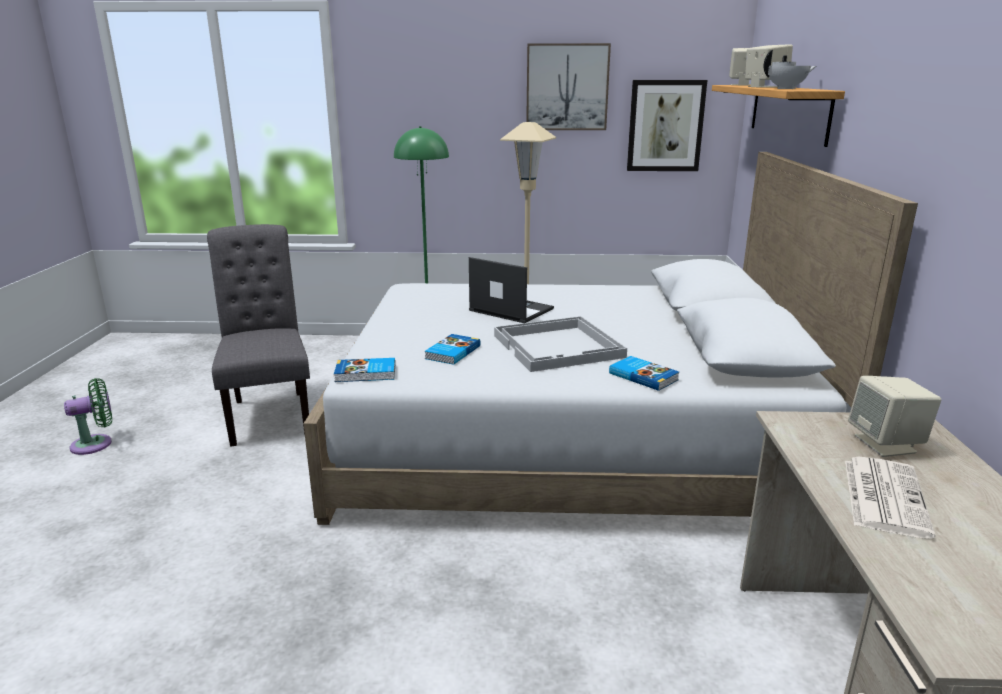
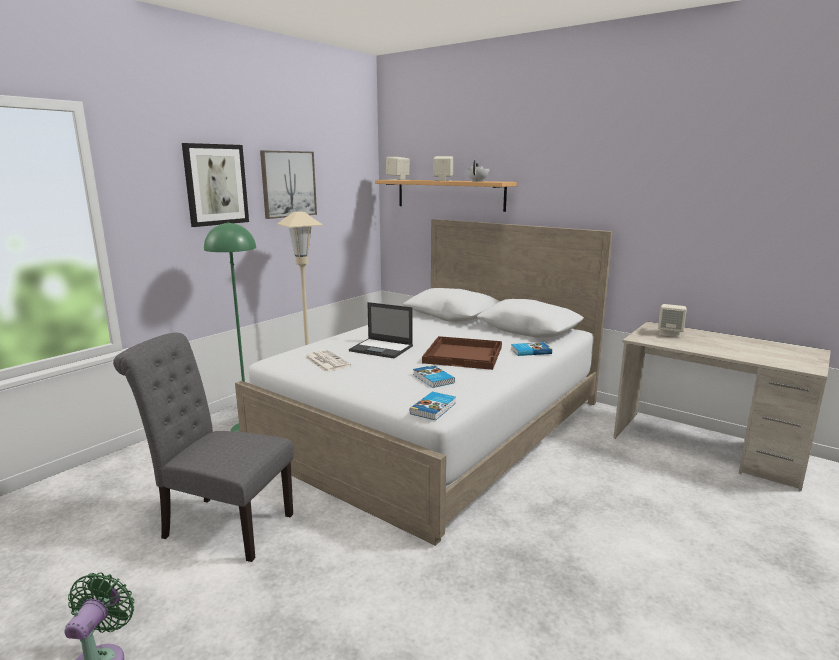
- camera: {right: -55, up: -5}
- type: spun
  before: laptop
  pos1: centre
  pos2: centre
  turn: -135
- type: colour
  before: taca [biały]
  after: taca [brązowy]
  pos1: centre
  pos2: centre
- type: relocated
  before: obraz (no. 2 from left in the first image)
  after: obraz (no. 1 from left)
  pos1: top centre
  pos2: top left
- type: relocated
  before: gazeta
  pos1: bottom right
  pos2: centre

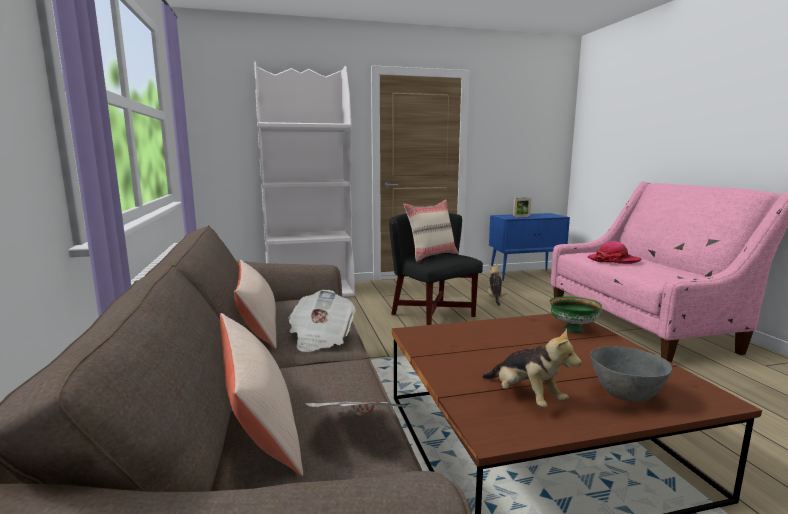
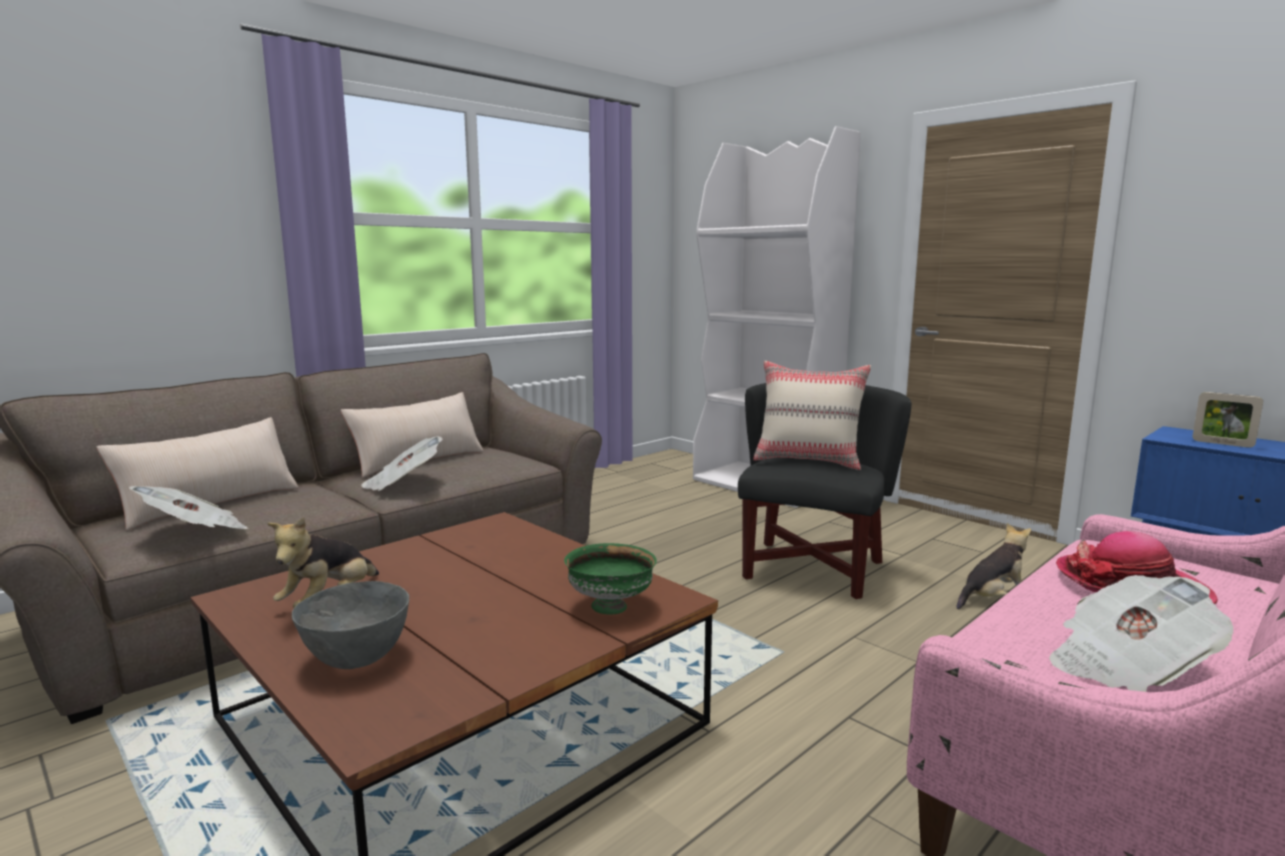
- camera: {right: 60, up: 0}
- type: appeared
  after: gazeta (no. 3 from left)
  pos2: bottom right

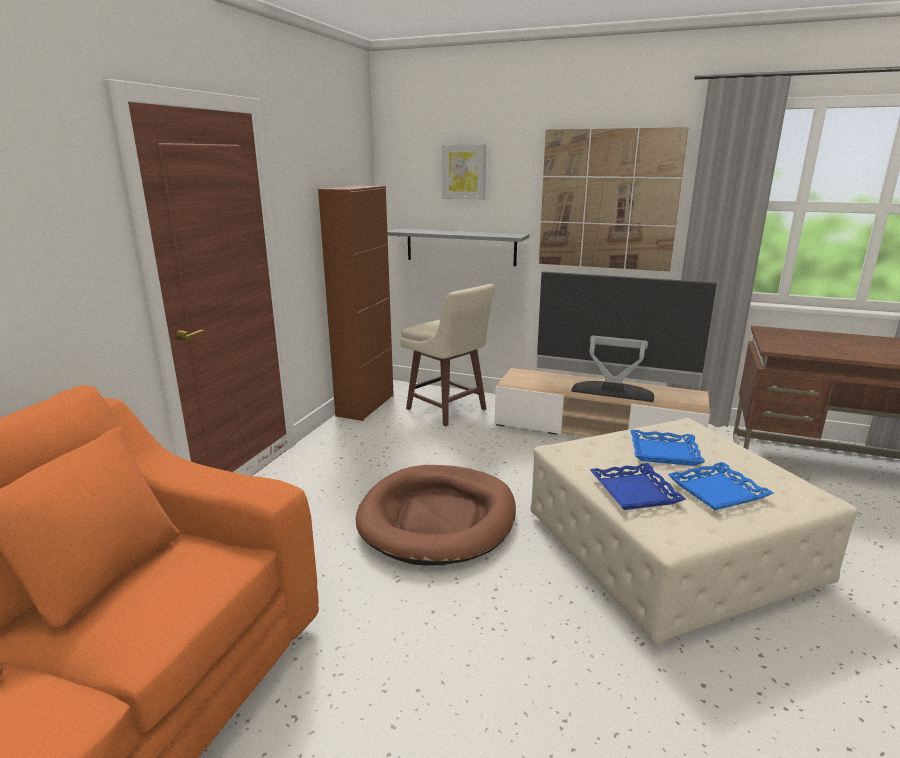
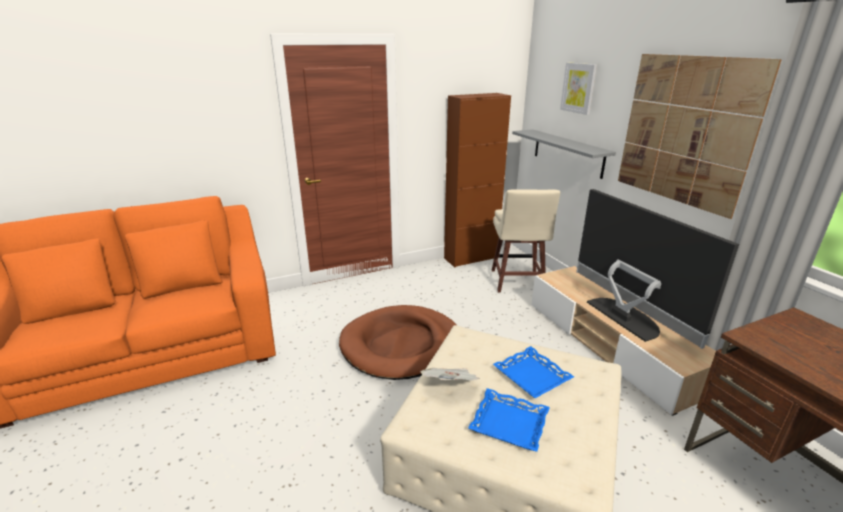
- camera: {right: 45, up: 5}
- type: exchanged
  before: taca [niebieski] (no. 1 from left)
  after: gazeta
  pos1: middle right
  pos2: bottom centre

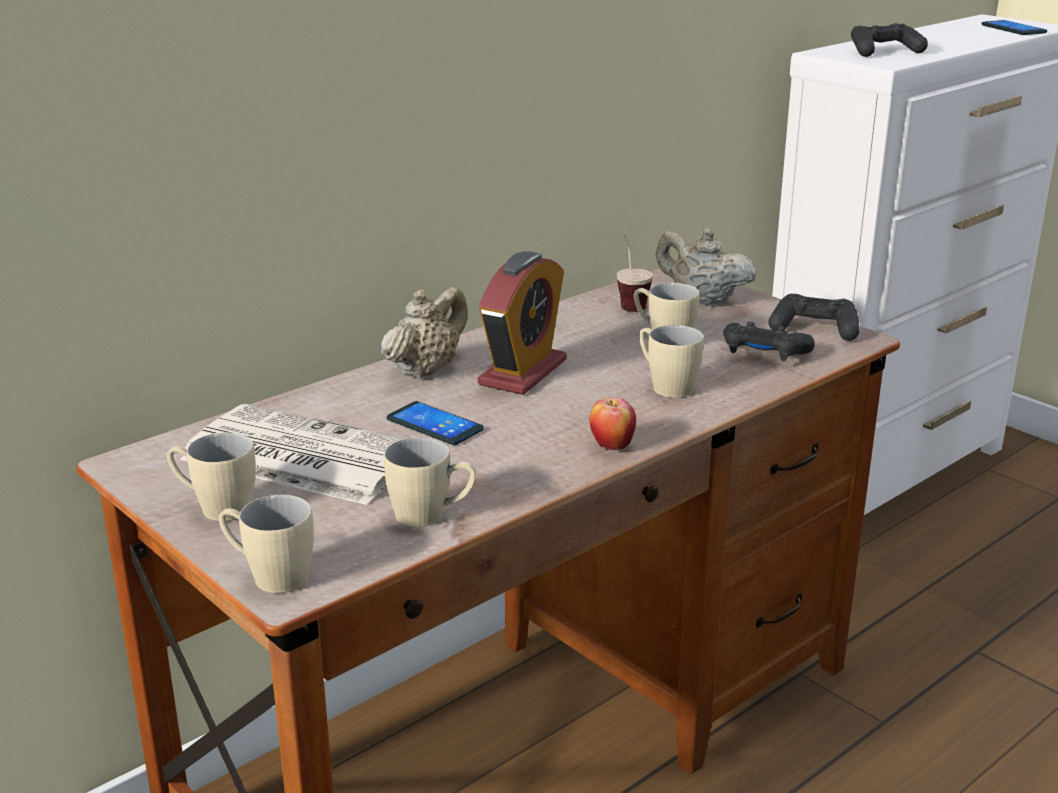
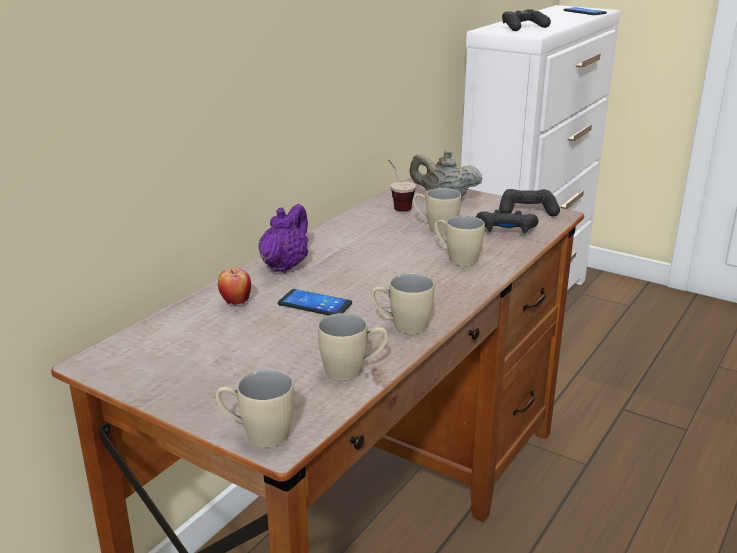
- camera: {right: -15, up: 0}
- type: relocated
  before: kubek [beżowy] (no. 1 from left in the first image)
  after: kubek [beżowy] (no. 3 from left)
  pos1: middle left
  pos2: centre
- type: missing
  before: gazeta
  pos1: middle left
- type: colour
  before: imbryk [beżowy] (no. 1 from left)
  after: imbryk [fioletowy]
  pos1: centre
  pos2: centre
- type: missing
  before: budzik
  pos1: centre
- type: relocated
  before: jabłko
  pos1: centre
  pos2: middle left

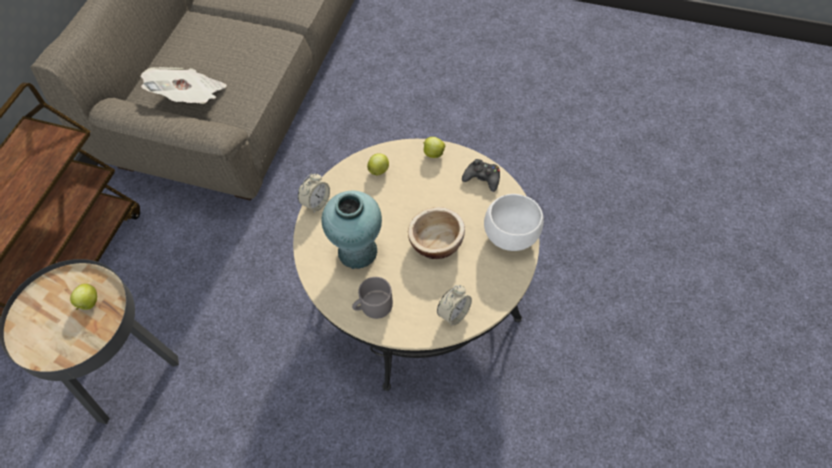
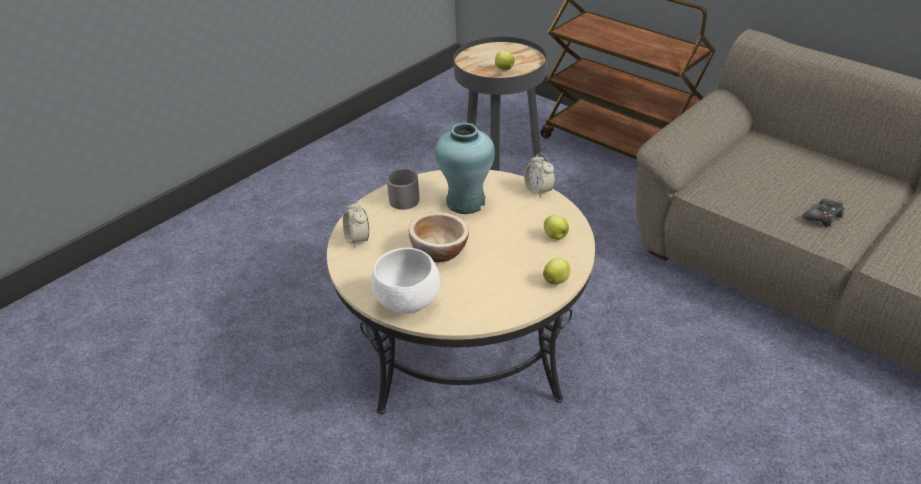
- camera: {right: 115, up: -20}
- type: missing
  before: gazeta
  pos1: top left
- type: relocated
  before: pad do gier [czarny]
  pos1: centre
  pos2: middle right

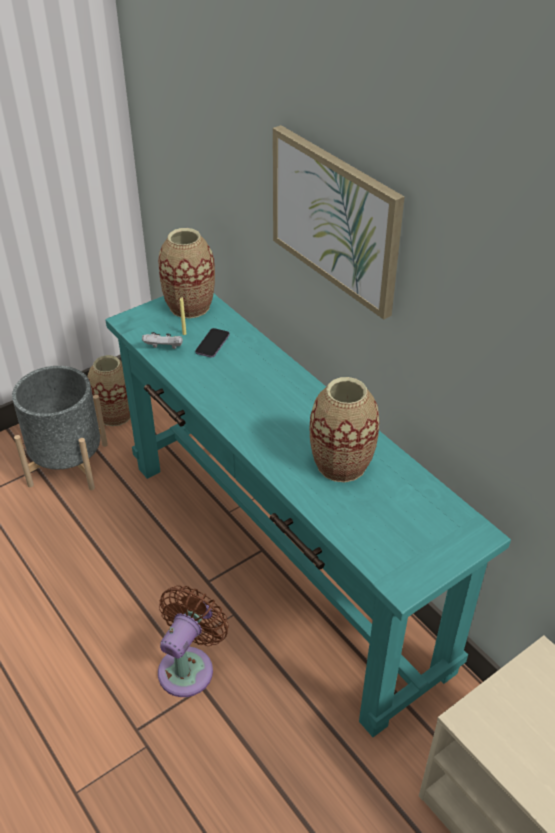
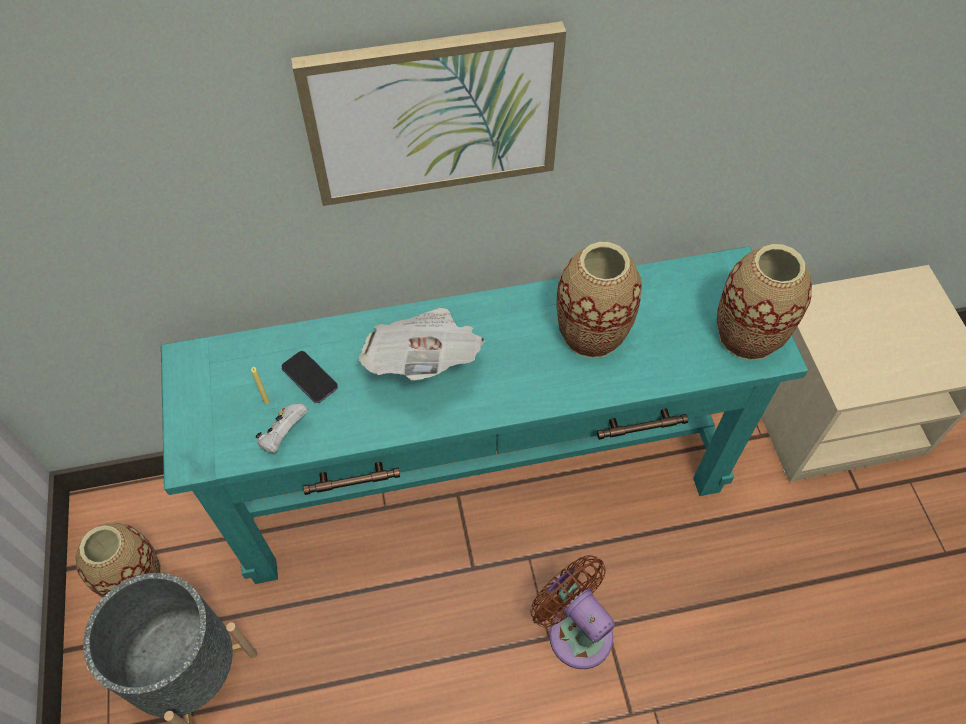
- camera: {right: -65, up: 15}
- type: relocated
  before: wazon (no. 2 from left in the first image)
  after: wazon (no. 3 from left)
  pos1: top centre
  pos2: middle right
- type: appeared
  after: gazeta
  pos2: centre

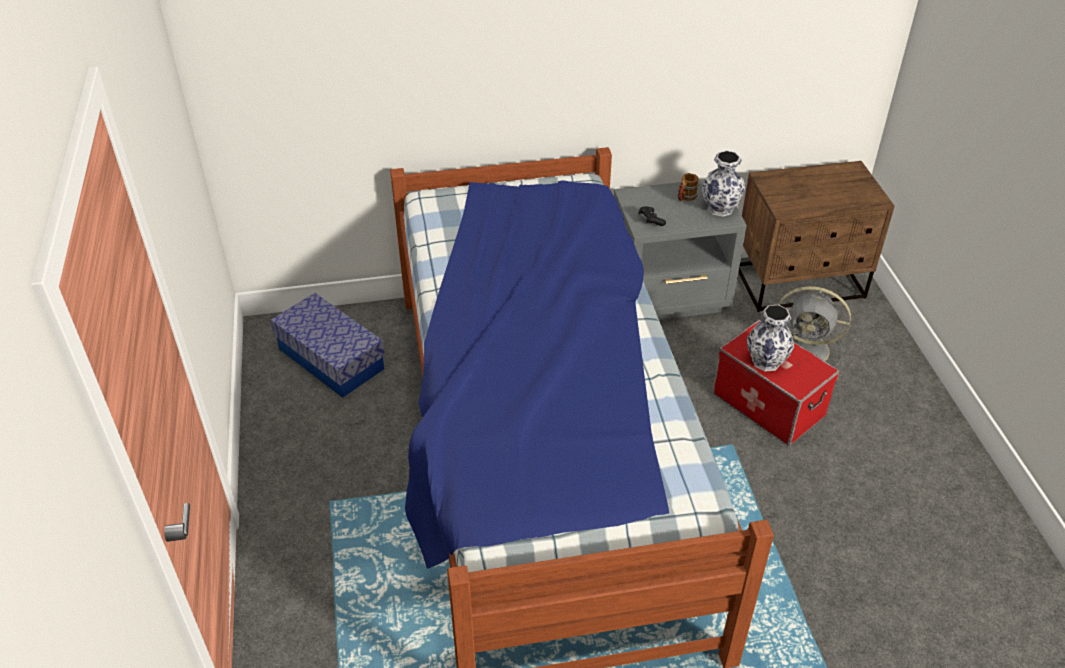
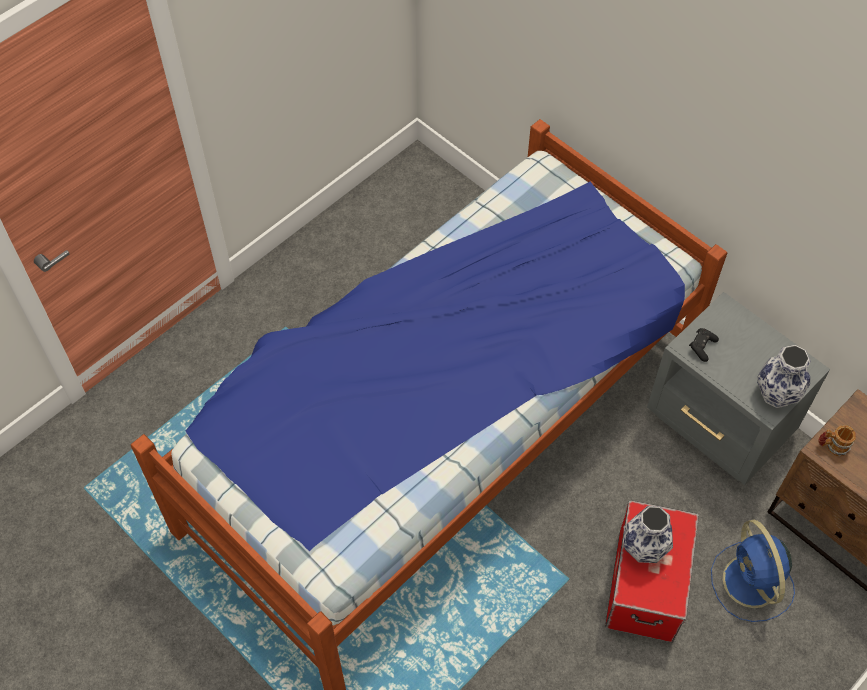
- camera: {right: 55, up: 15}
- type: missing
  before: pojemnik do przechowywania (no. 1 from left)
  pos1: middle left
- type: relocated
  before: kubek
  pos1: top centre
  pos2: middle right
- type: colour
  before: wentylator [szary]
  after: wentylator [niebieski]
  pos1: middle right
  pos2: bottom right

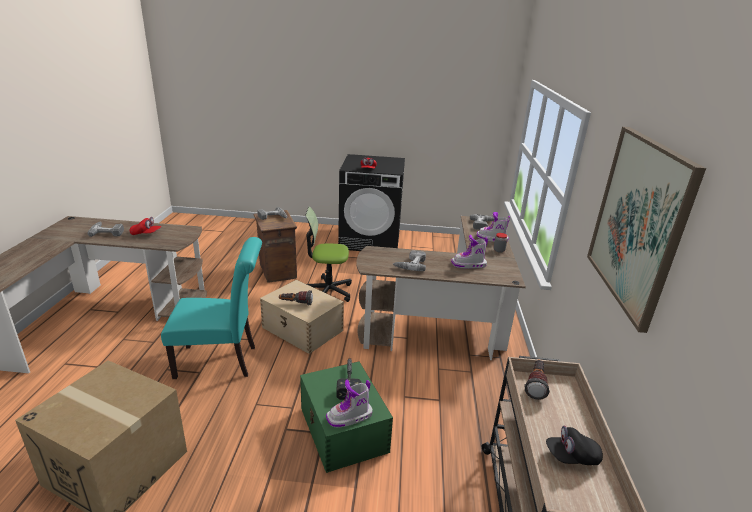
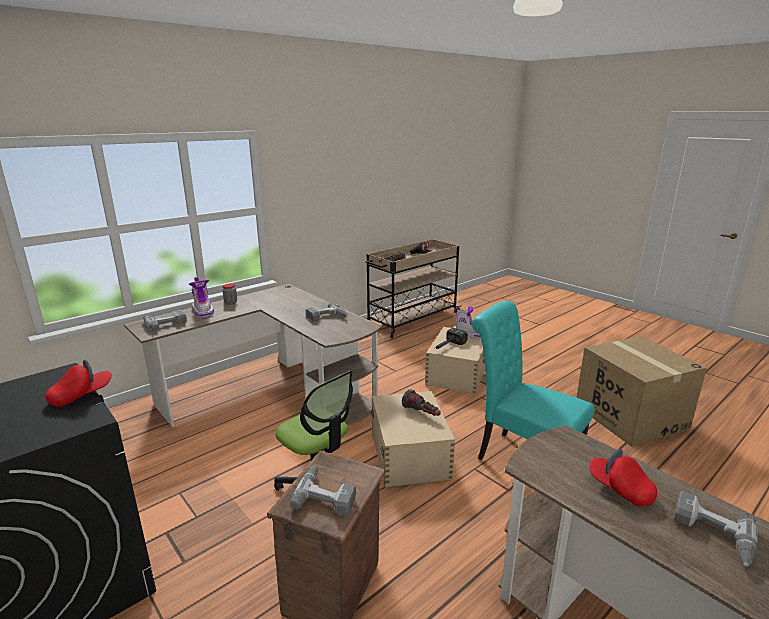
- camera: {right: -135, up: -5}
- type: colour
  before: pojemnik do przechowywania [zielony]
  after: pojemnik do przechowywania [beżowy] (no. 2 from left)
  pos1: bottom centre
  pos2: centre
- type: missing
  before: but z cholewką (no. 2 from left)
  pos1: centre
- type: missing
  before: obraz
  pos1: middle right

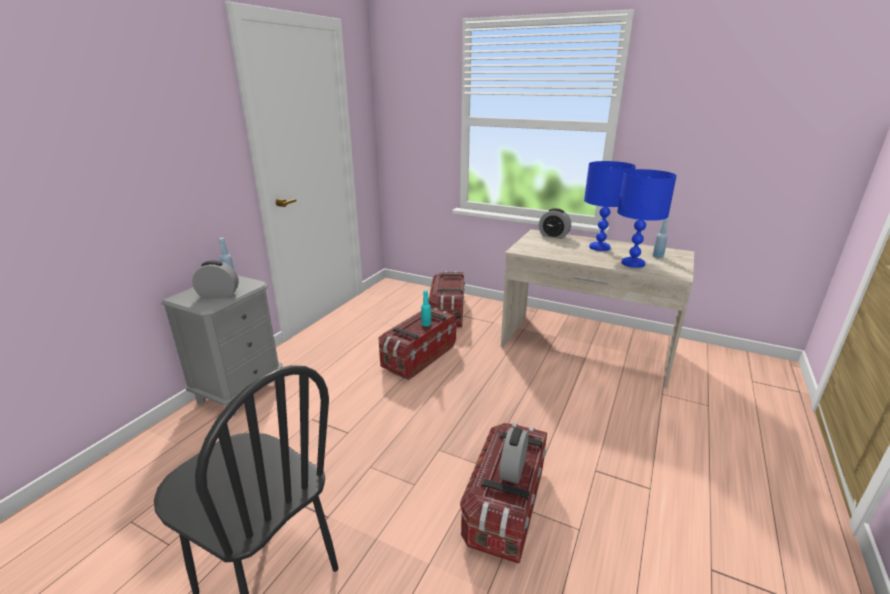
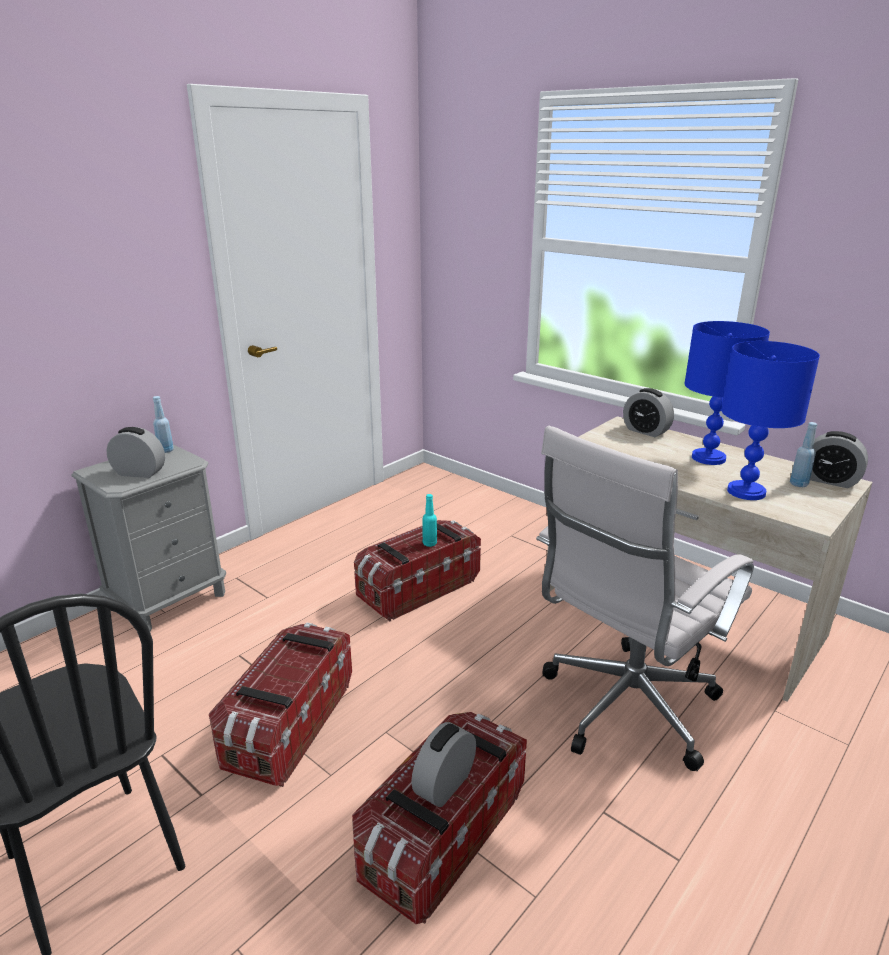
- camera: {right: 15, up: 0}
- type: relocated
  before: pojemnik do przechowywania (no. 2 from left in the first image)
  after: pojemnik do przechowywania (no. 1 from left)
  pos1: centre
  pos2: bottom left
- type: appeared
  after: krzesło biurowe [biały]
  pos2: middle right
- type: appeared
  after: budzik (no. 4 from left)
  pos2: middle right

